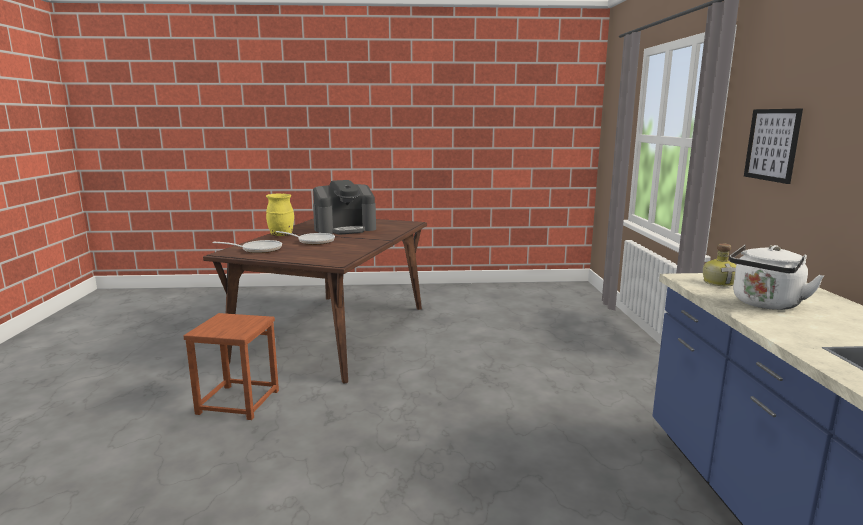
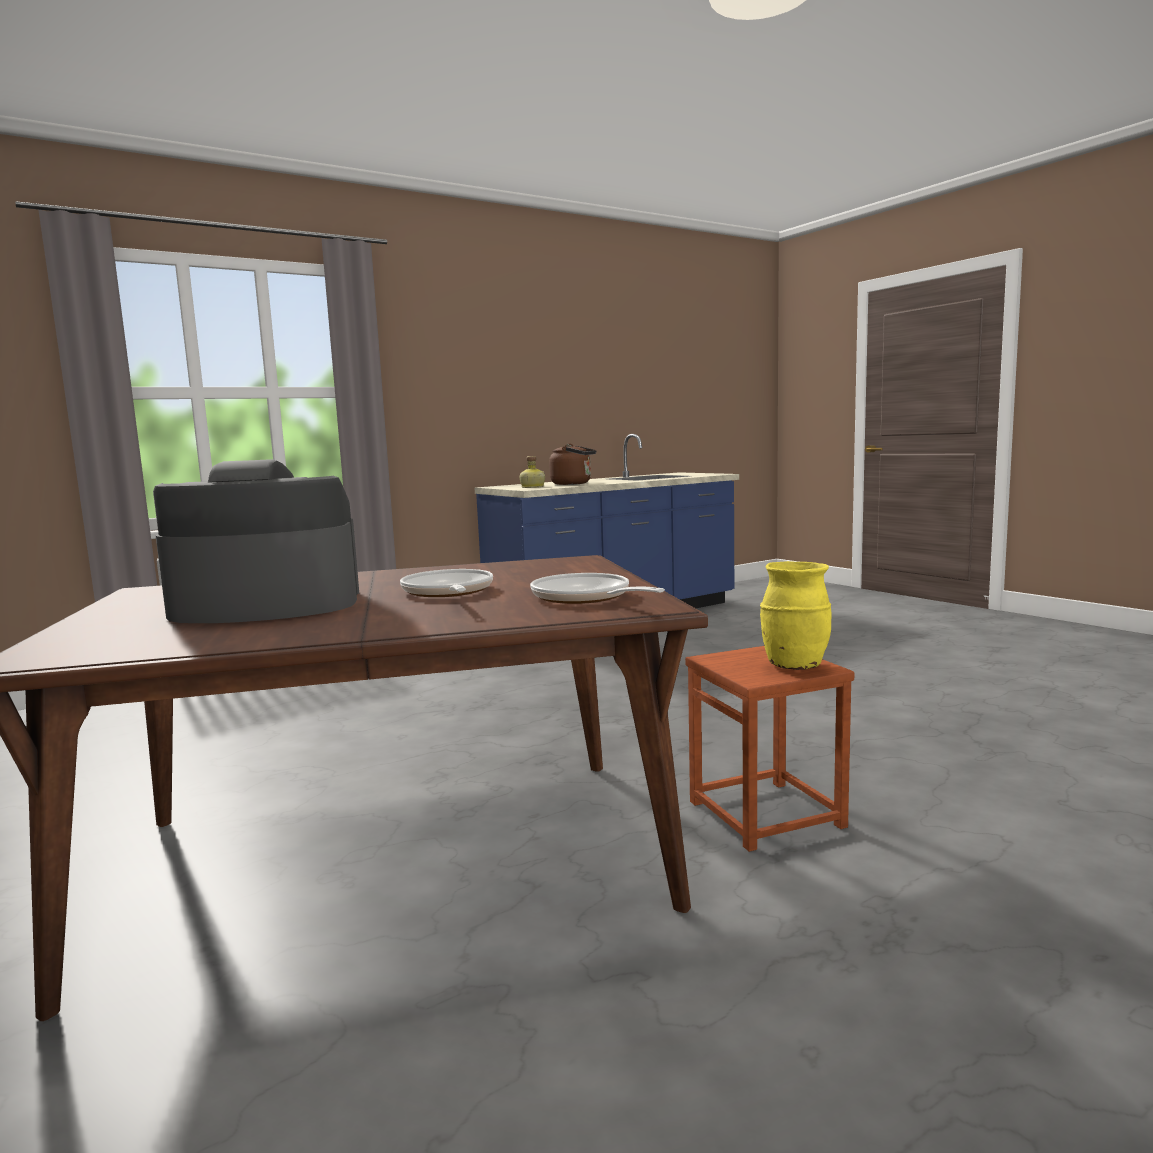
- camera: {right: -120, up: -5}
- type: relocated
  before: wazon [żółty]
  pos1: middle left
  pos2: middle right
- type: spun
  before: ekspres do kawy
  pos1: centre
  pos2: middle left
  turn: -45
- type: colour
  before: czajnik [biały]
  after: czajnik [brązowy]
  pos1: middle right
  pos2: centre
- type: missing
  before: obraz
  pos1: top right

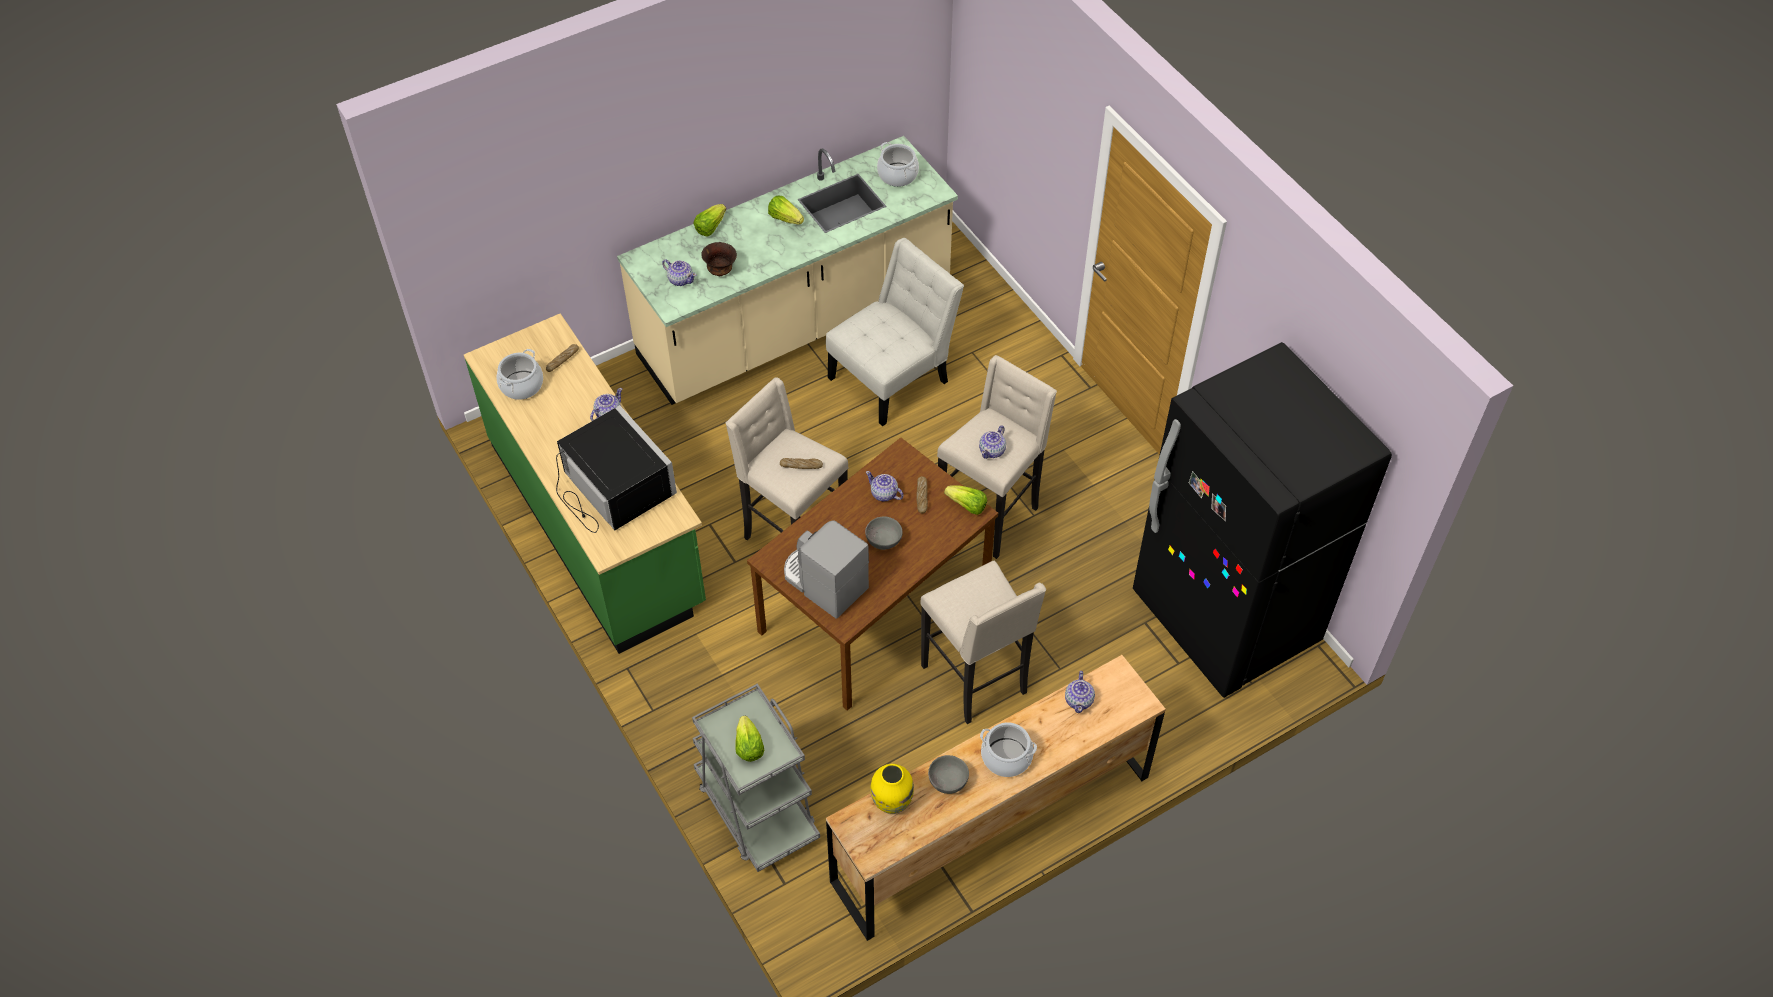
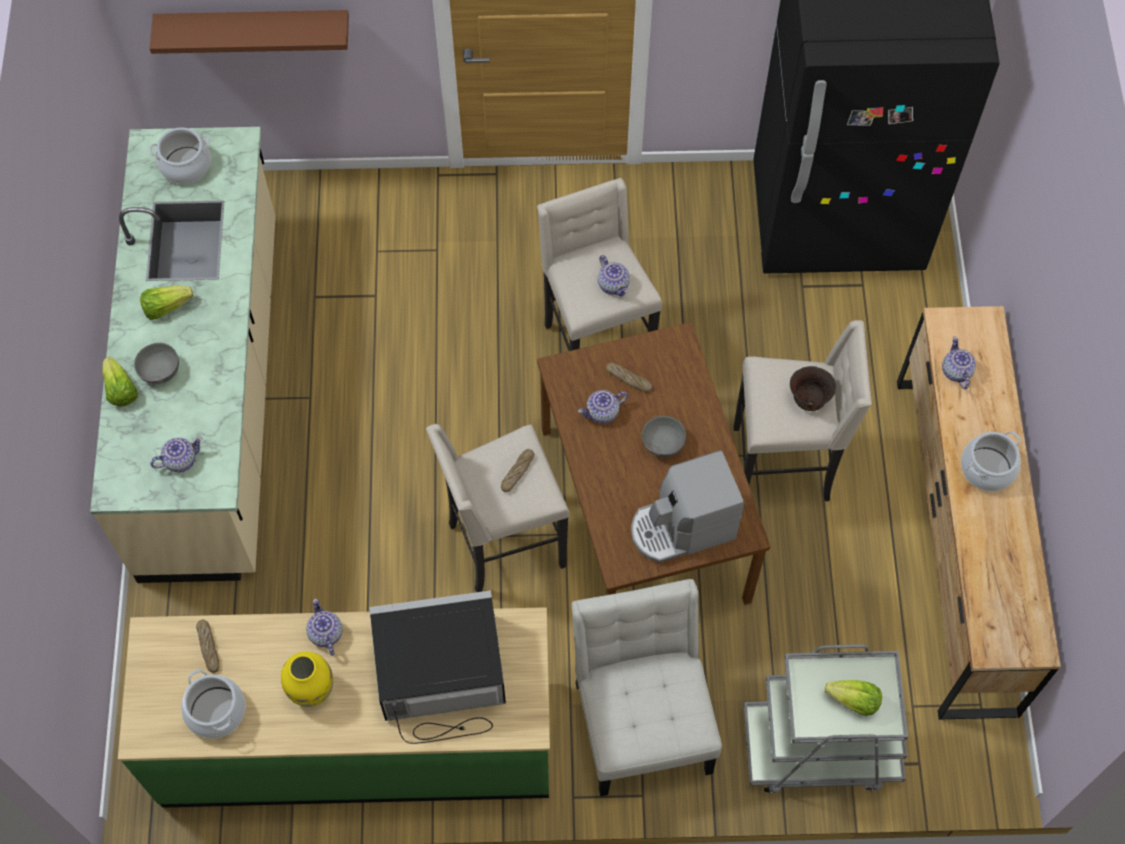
- camera: {right: -60, up: 10}
- type: relocated
  before: miska [brązowy]
  pos1: top centre
  pos2: middle right
- type: relocated
  before: krzesło [biały]
  pos1: top centre
  pos2: bottom centre
- type: relocated
  before: wazon [żółty]
  pos1: bottom centre
  pos2: bottom left
- type: relocated
  before: miska [szary] (no. 2 from left in the first image)
  after: miska [szary] (no. 1 from left)
  pos1: bottom centre
  pos2: middle left
- type: missing
  before: sałata (no. 4 from left)
  pos1: centre
- type: spun
  before: imbryk (no. 5 from left)
  pos1: bottom centre
  pos2: middle right
  turn: -135
- type: appeared
  after: półka [brązowy]
  pos2: top left

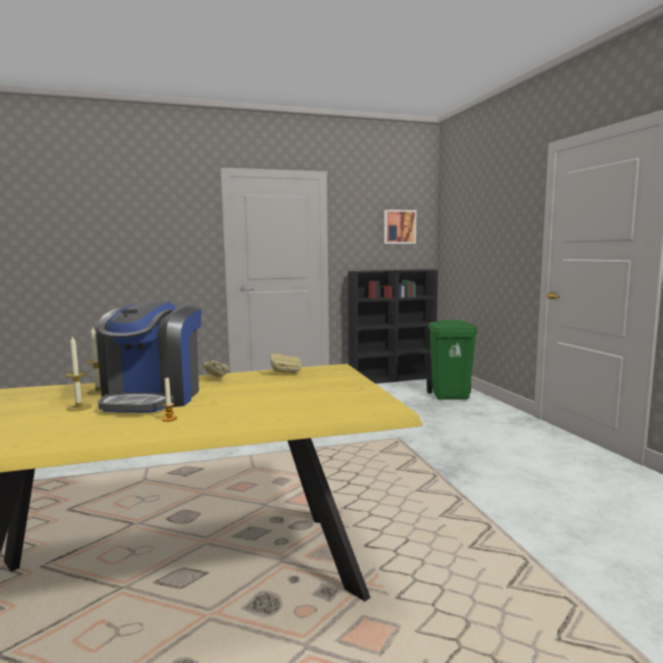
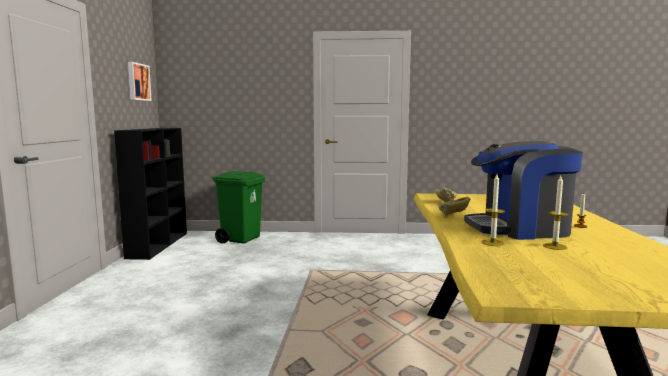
- camera: {right: -70, up: 0}
- type: spun
  before: ekspres do kawy
  pos1: middle left
  pos2: middle right
  turn: 150

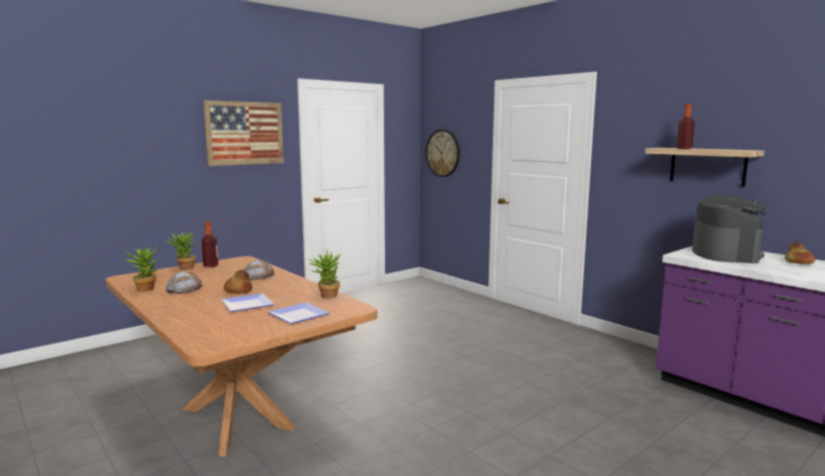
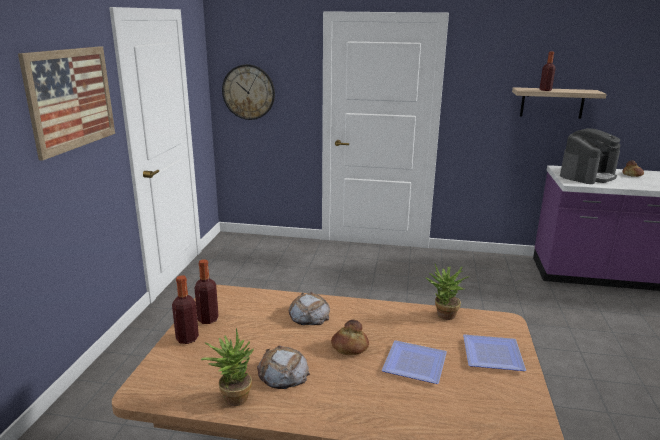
- camera: {right: -40, up: 10}
- type: exchanged
  before: roślina doniczkowa (no. 2 from left)
  after: butelka (no. 1 from left)
  pos1: middle left
  pos2: bottom left
- type: spun
  before: ekspres do kawy
  pos1: middle right
  pos2: middle right
  turn: 75

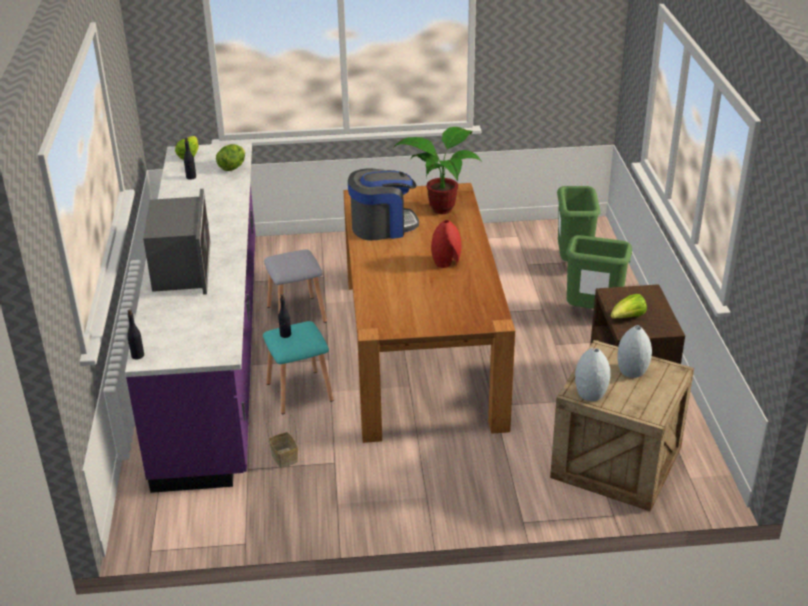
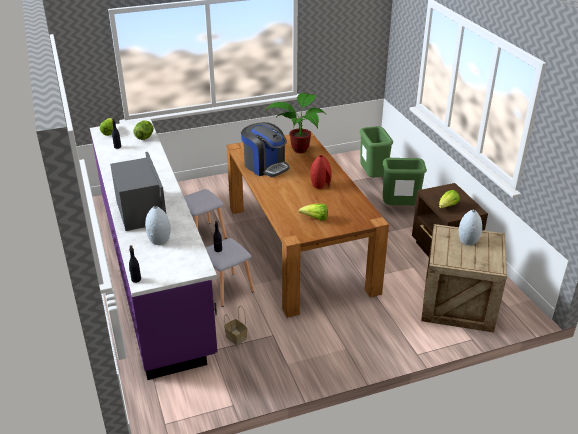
- camera: {right: -15, up: 0}
- type: colour
  before: stołek [turkusowy]
  after: stołek [szary] (no. 2 from left)
  pos1: centre
  pos2: centre
- type: spun
  before: ekspres do kawy
  pos1: centre
  pos2: centre
  turn: 75
- type: relocated
  before: wazon [szary] (no. 1 from left)
  pos1: middle right
  pos2: middle left
- type: appeared
  after: sałata (no. 3 from left)
  pos2: centre

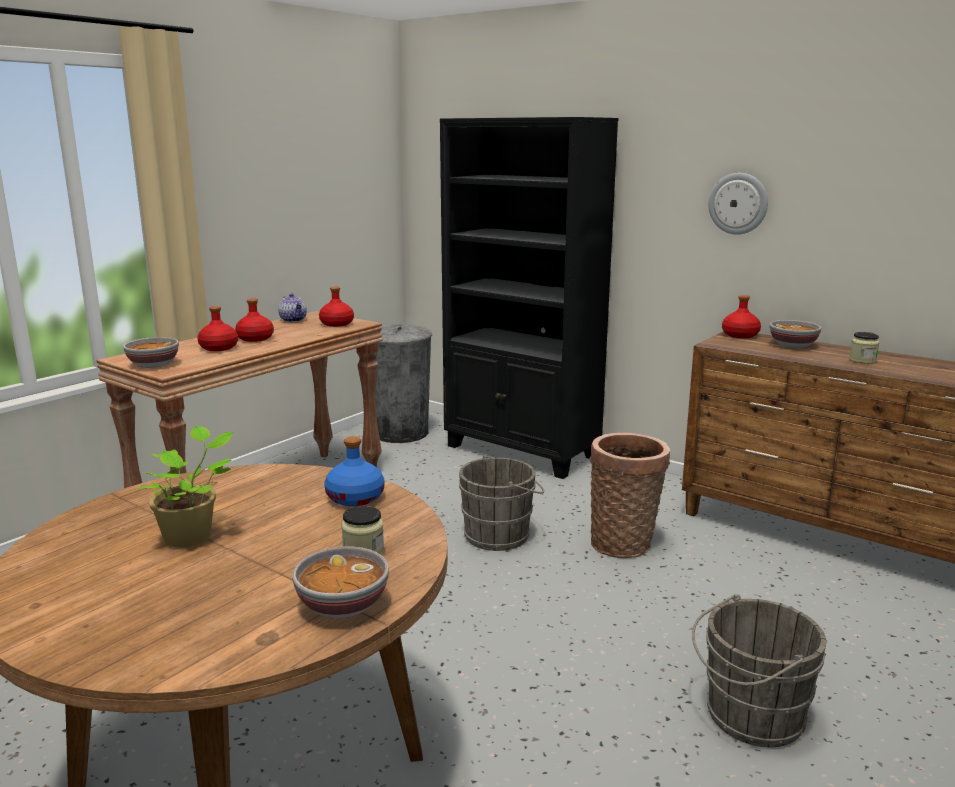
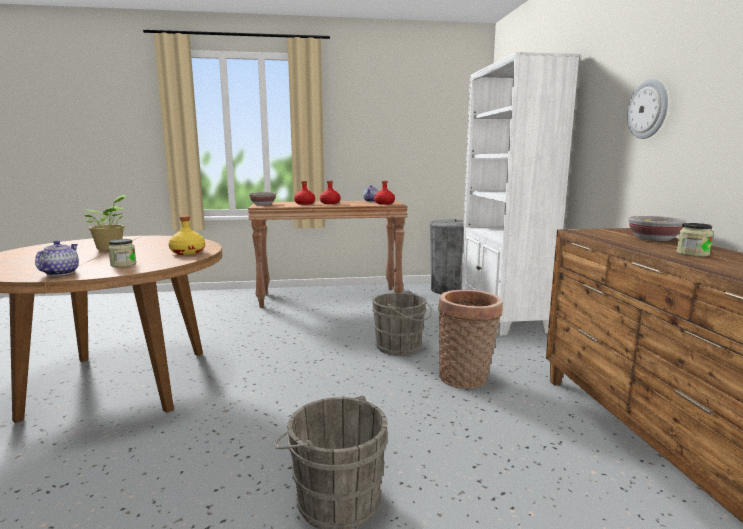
- camera: {right: 45, up: -5}
- type: exchanged
  before: miska (no. 2 from left)
  after: imbryk (no. 1 from left)
  pos1: bottom centre
  pos2: middle left
- type: colour
  before: butelka [niebieski]
  after: butelka [żółty]
  pos1: centre
  pos2: middle left
- type: colour
  before: regał [czarny]
  after: regał [biały]
  pos1: centre
  pos2: middle right
- type: missing
  before: butelka [czerwony] (no. 4 from left)
  pos1: middle right

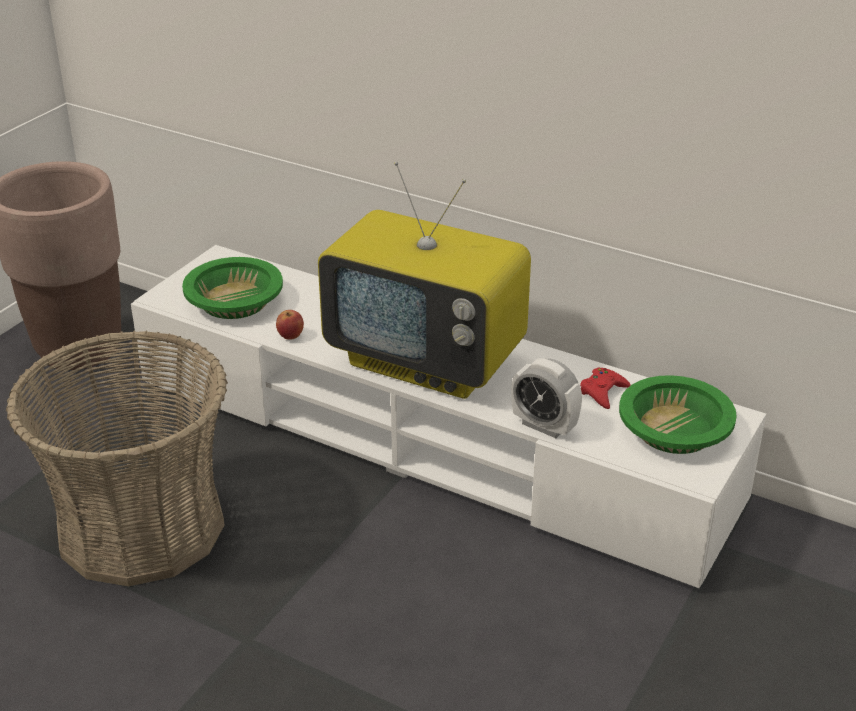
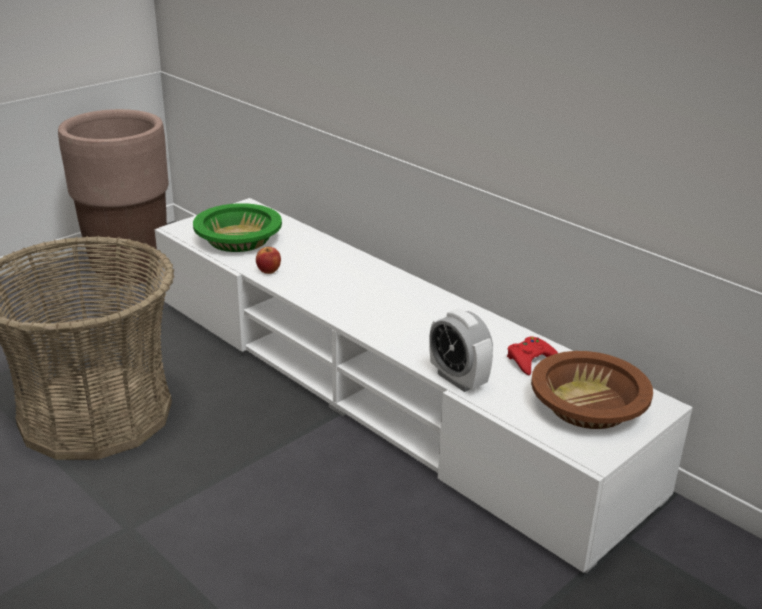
- camera: {right: 15, up: -5}
- type: missing
  before: telewizor
  pos1: centre
- type: colour
  before: miska [zielony] (no. 2 from left)
  after: miska [brązowy]
  pos1: middle right
  pos2: middle right

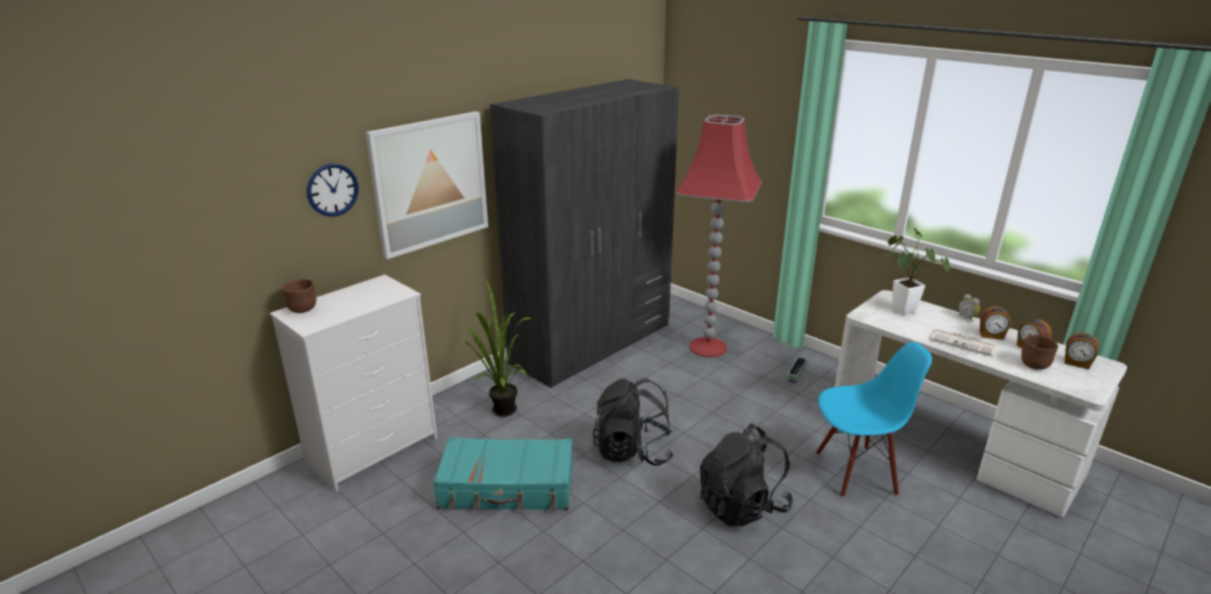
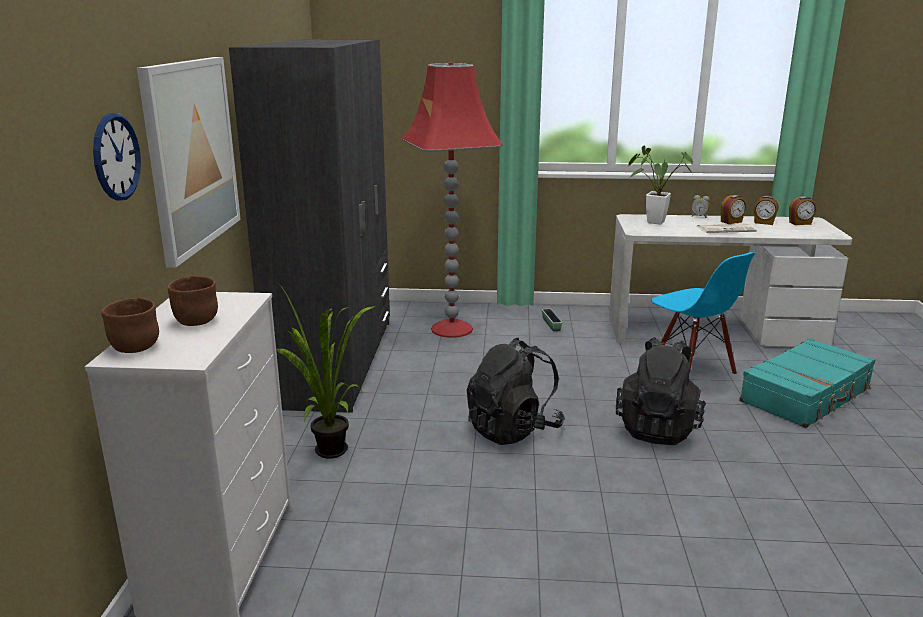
- camera: {right: -40, up: -5}
- type: relocated
  before: walizka [turkusowy]
  pos1: bottom centre
  pos2: middle right
- type: spun
  before: krzesło [niebieski]
  pos1: bottom right
  pos2: middle right
  turn: 105
- type: relocated
  before: miska [brązowy] (no. 2 from left)
  pos1: middle right
  pos2: middle left

